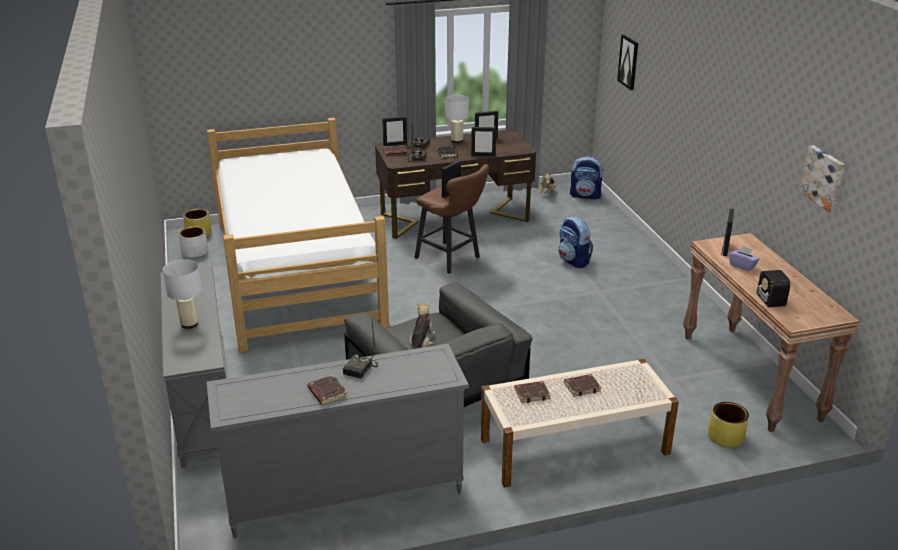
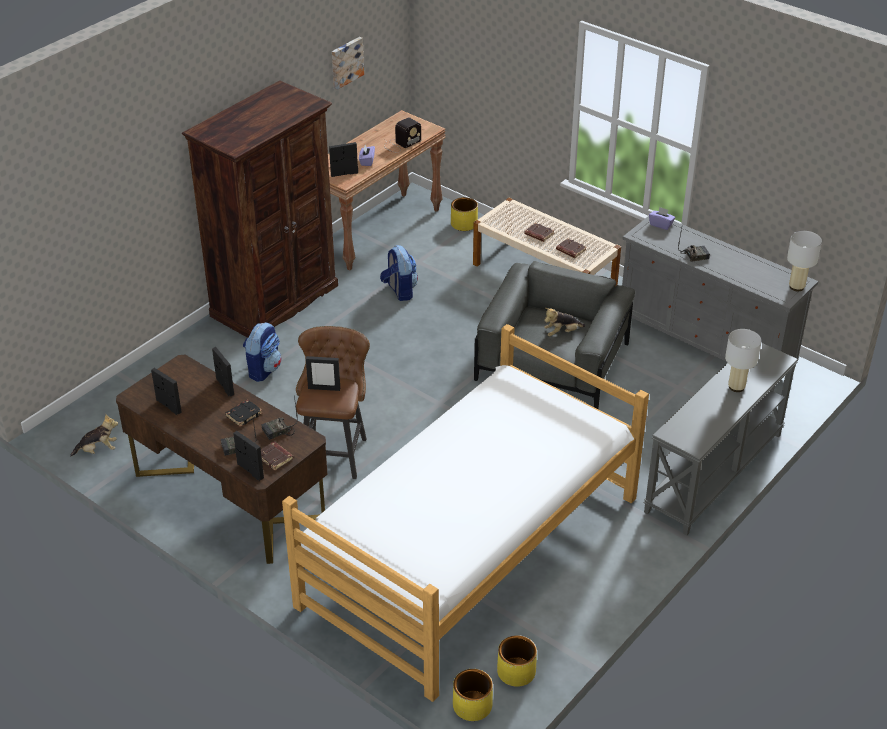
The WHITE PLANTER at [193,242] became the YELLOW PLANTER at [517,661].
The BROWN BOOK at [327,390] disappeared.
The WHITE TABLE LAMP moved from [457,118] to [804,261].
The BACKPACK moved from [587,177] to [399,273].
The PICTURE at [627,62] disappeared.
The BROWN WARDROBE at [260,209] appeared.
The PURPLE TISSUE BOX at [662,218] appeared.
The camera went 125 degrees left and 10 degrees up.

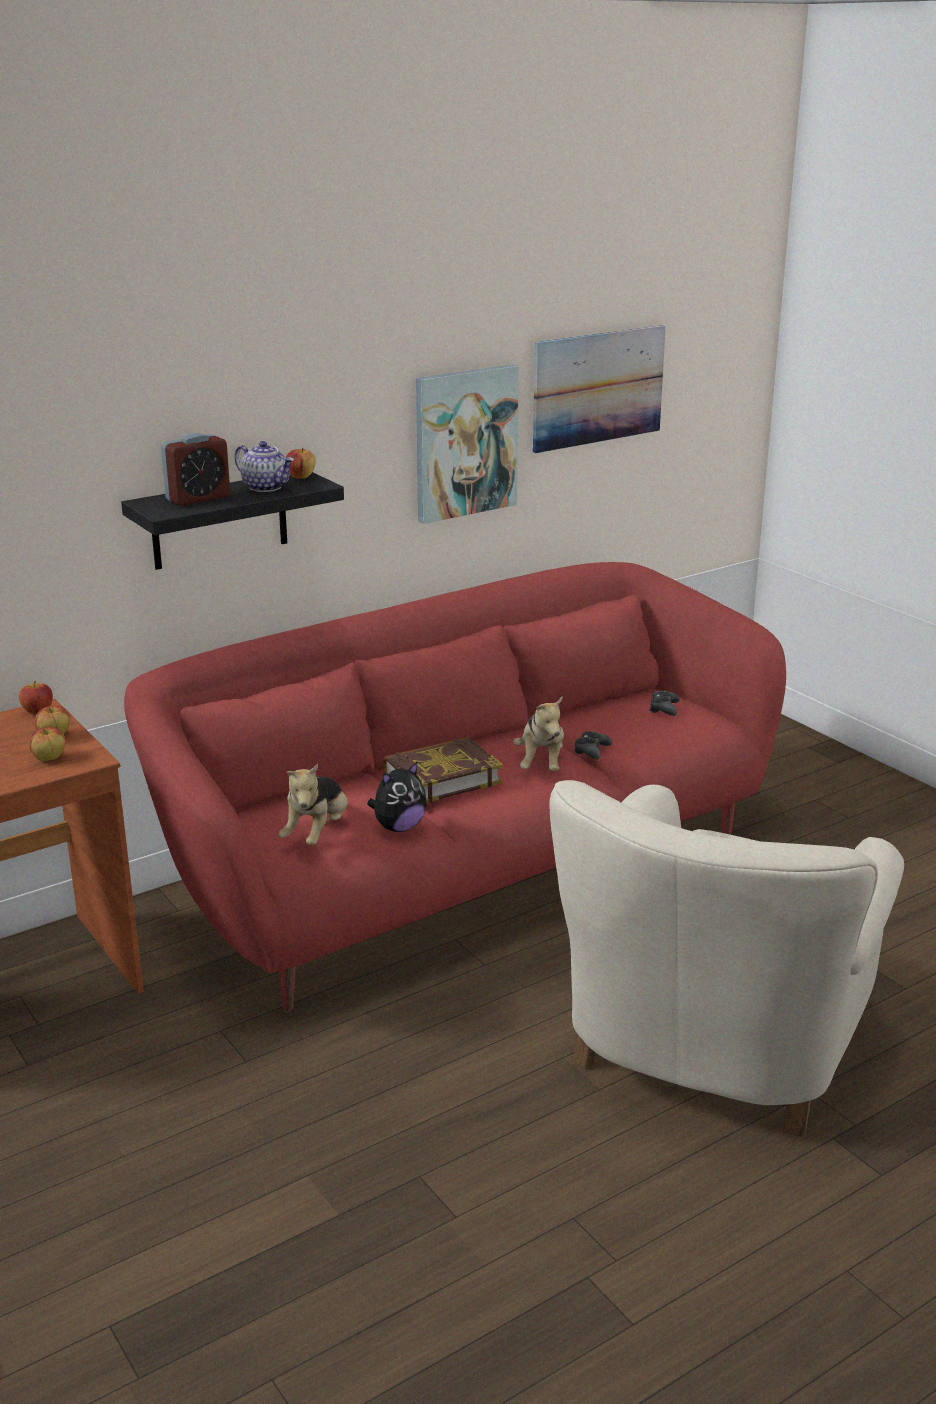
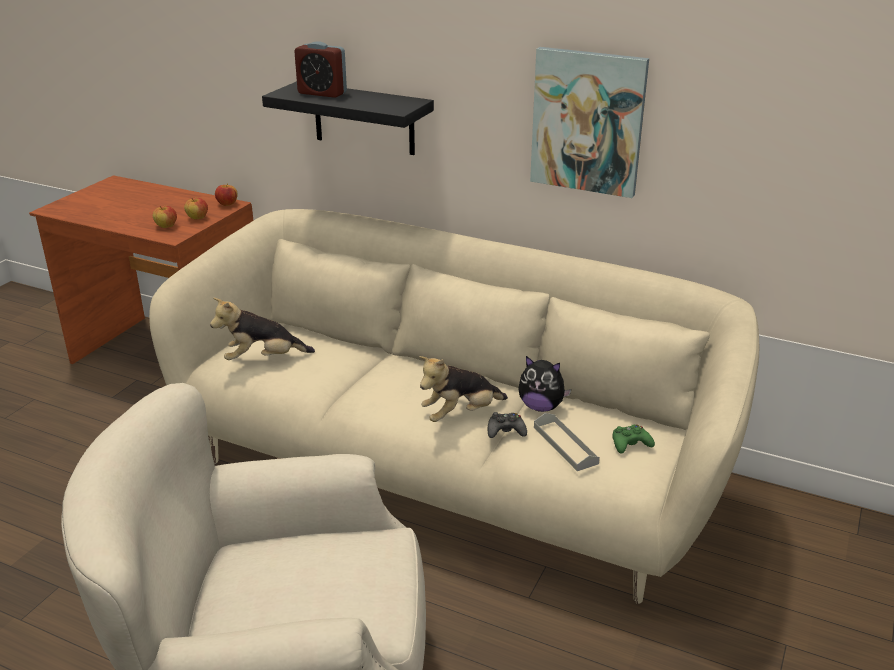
The RED SOFA at [455,787] became the BEIGE SOFA at [454,406].
The TEAPOT at [264,466] disappeared.
The APPLE at [301,463] disappeared.
The PLUSH TOY moved from [397,796] to [545,384].
The BOOK at [442,770] disappeared.
The PICTURE at [599,389] disappeared.
The BLACK GAME CONTROLLER at [664,703] became the GREEN GAME CONTROLLER at [633,438].
The GREY TRAY at [567,442] appeared.
The camera went 60 degrees right and 5 degrees up.

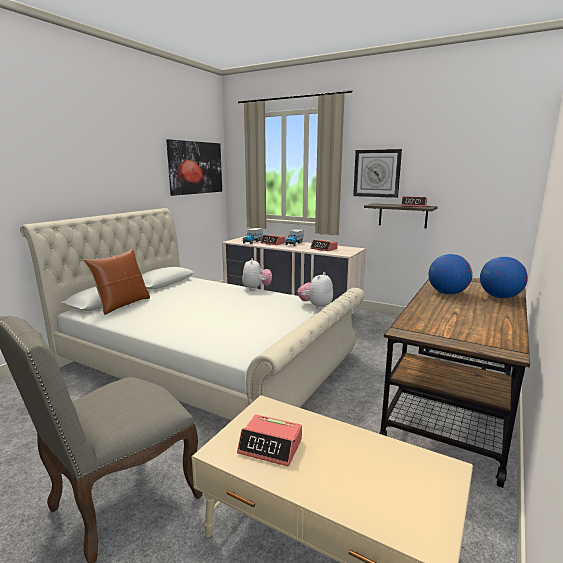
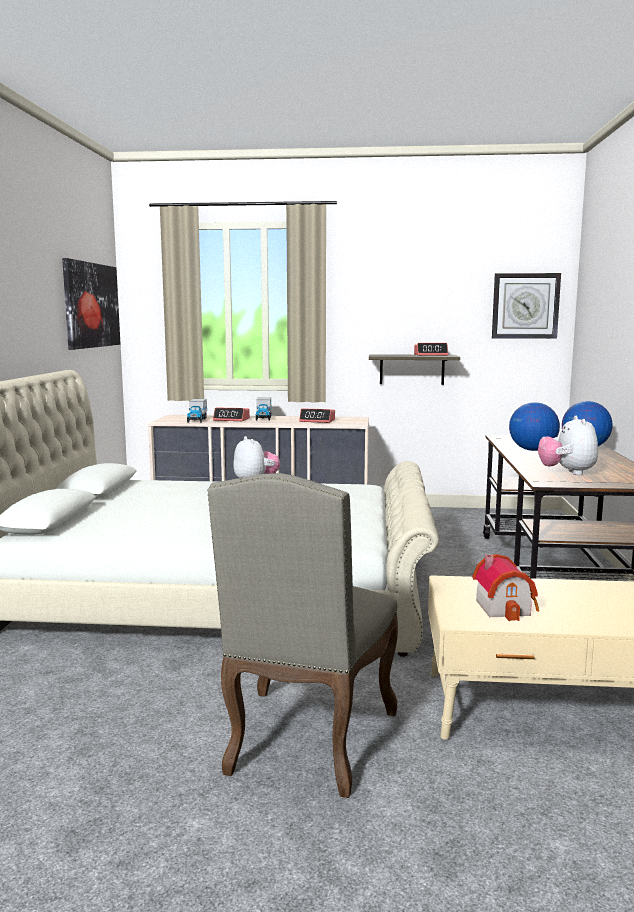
The BROWN PILLOW at [117,282] disappeared.
The ALARM CLOCK at [269,440] was replaced by the TOY HOUSE at [505,587].
The PLUSH TOY moved from [315,290] to [568,445].
The WALL CLOCK moved from [377,173] to [526,306].
The camera went 25 degrees left and 5 degrees down.

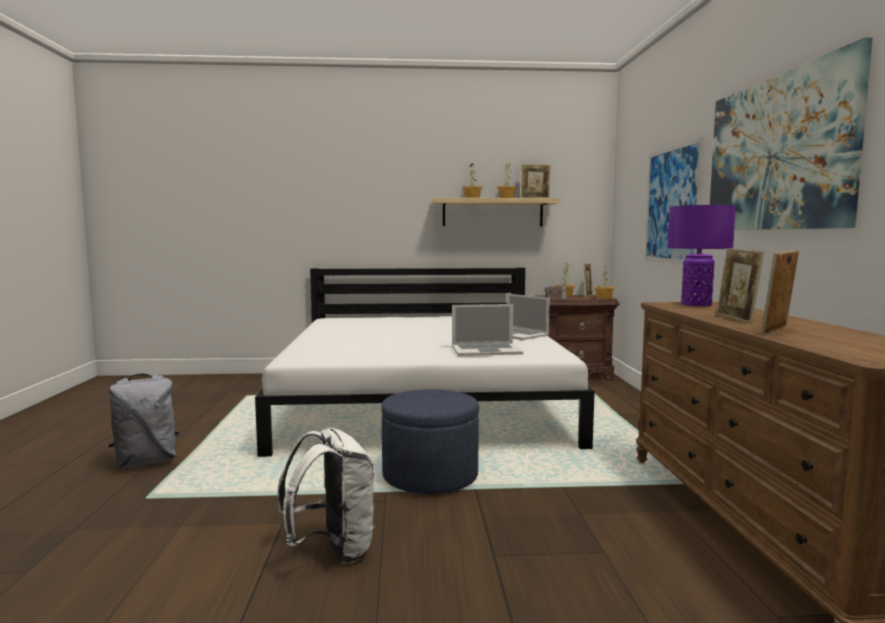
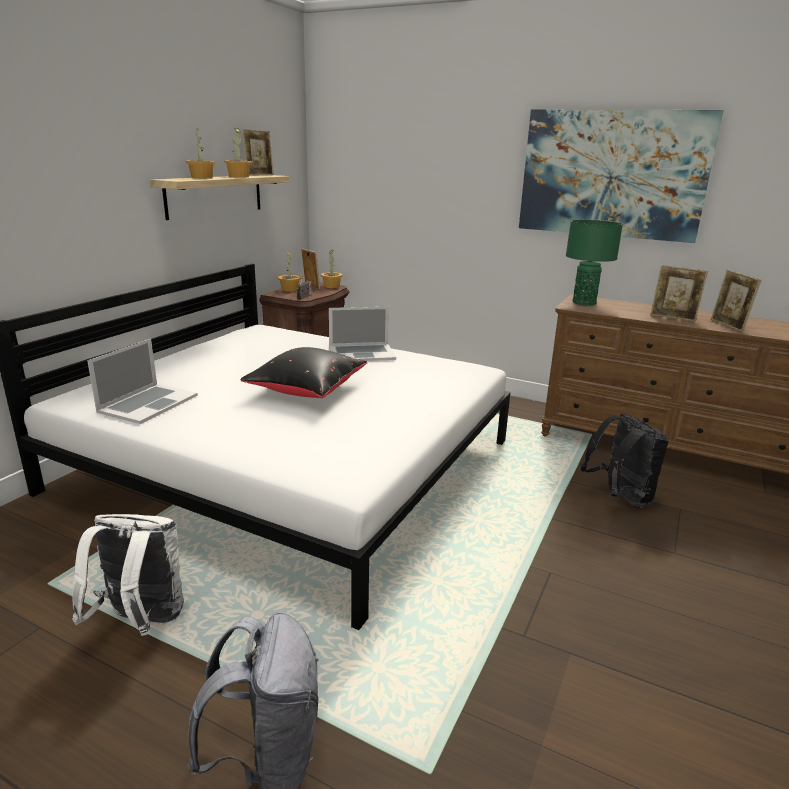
The WHITE BACKPACK moved from [326,495] to [128,575].
The BLUE OTTOMAN at [430,441] disappeared.
The LAPTOP moved from [487,330] to [142,381].
The PICTURE at [674,200] disappeared.
The PURPLE TABLE LAMP at [701,255] became the GREEN TABLE LAMP at [594,262].
The BLACK PILLOW at [304,372] appeared.
The BLACK BACKPACK at [625,460] appeared.
The camera went 60 degrees left and 15 degrees up.

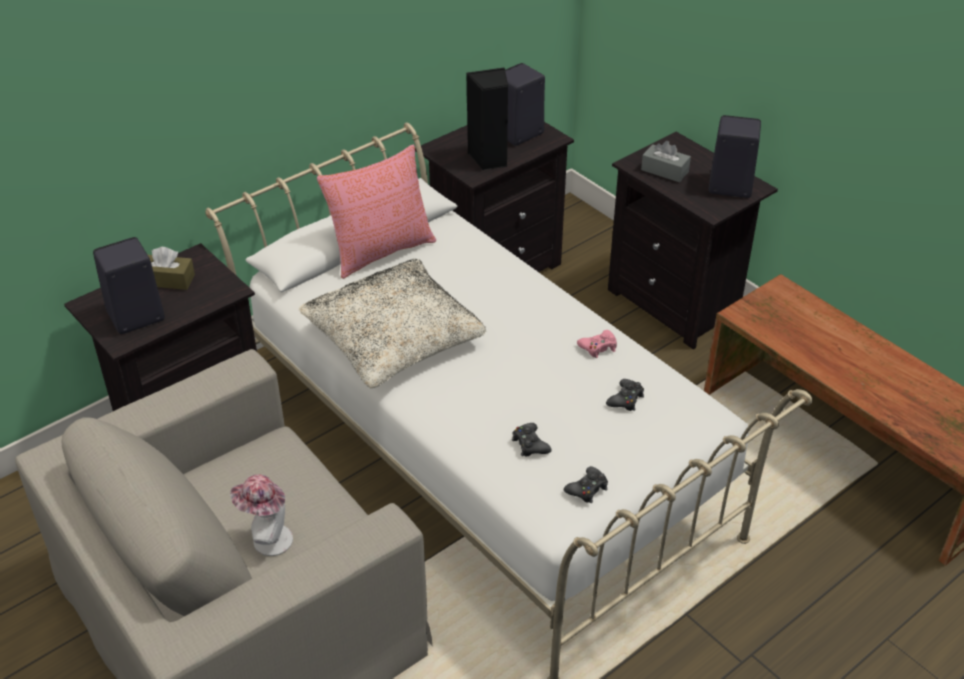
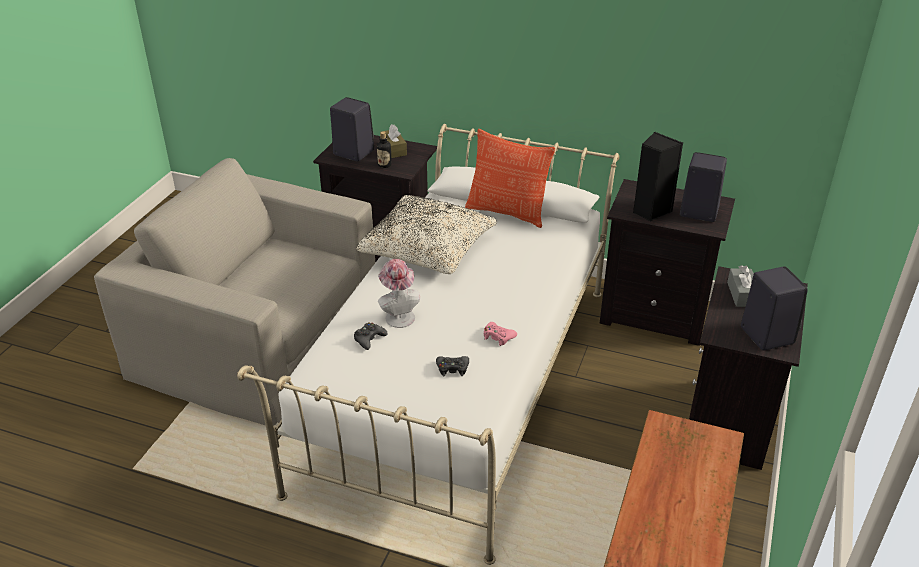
The HAT moved from [261,515] to [399,293].
The PINK PILLOW at [376,212] became the ORANGE PILLOW at [510,178].
The BLACK GAME CONTROLLER at [586,484] disappeared.
The BOTTLE at [384,149] appeared.
The camera went 60 degrees right and 5 degrees down.

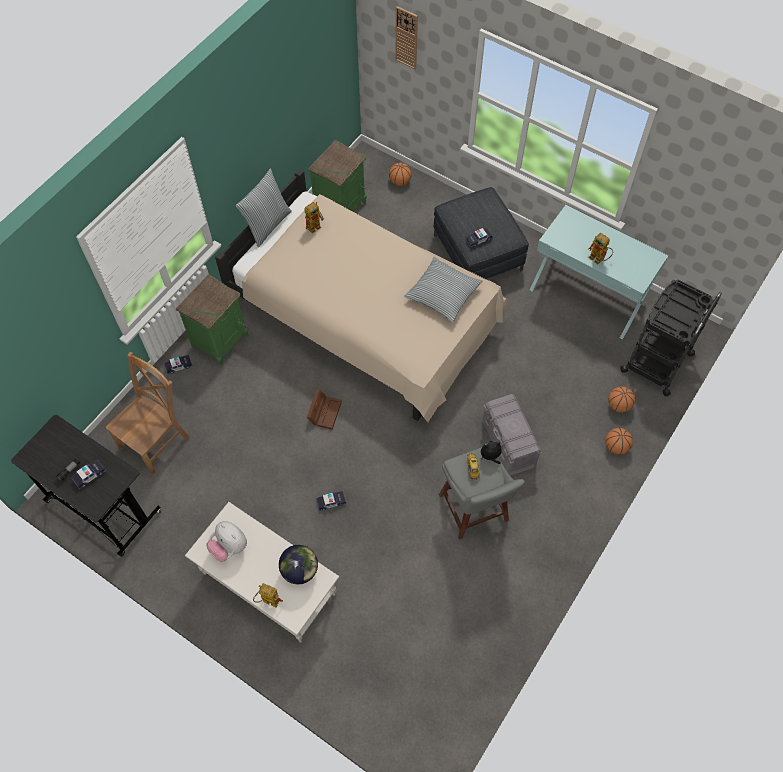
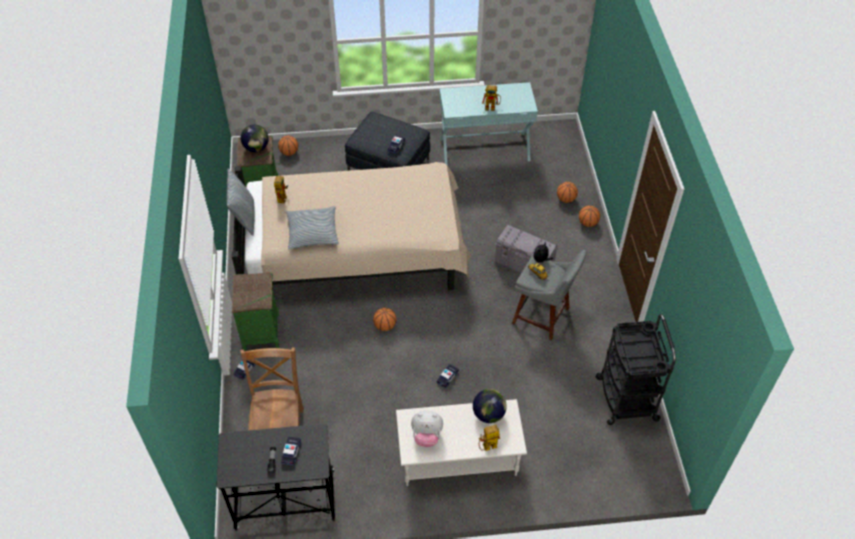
The BROWN STORAGE BOX at [324,409] was replaced by the BASKETBALL at [385,319].
The WALL CLOCK at [406,37] disappeared.
The PILLOW moved from [443,289] to [312,227].
The BLACK CART moved from [671,338] to [636,369].
The GLOBE at [254,138] appeared.
The camera went 40 degrees left and 10 degrees down.

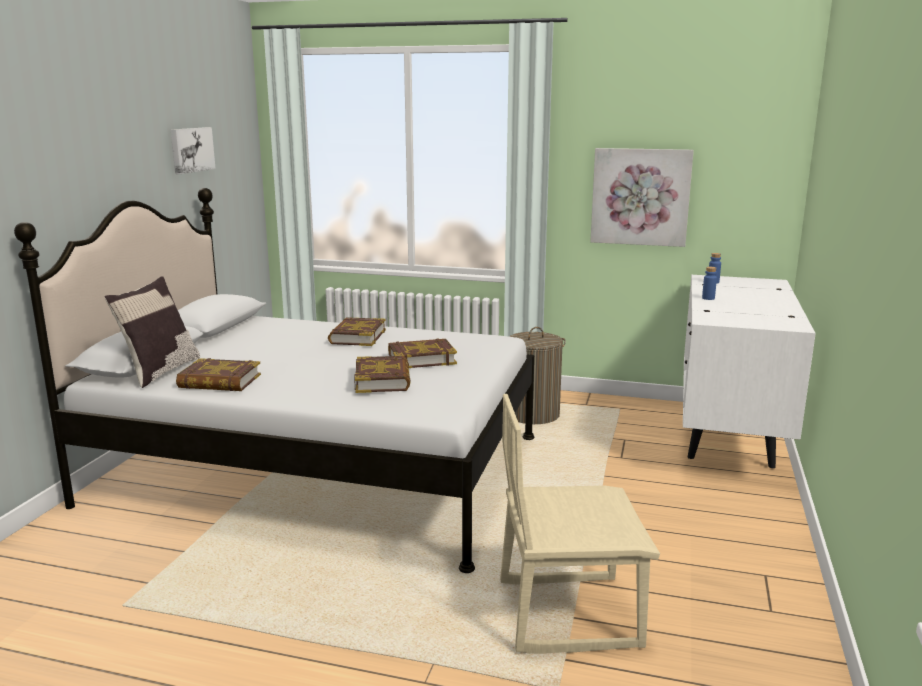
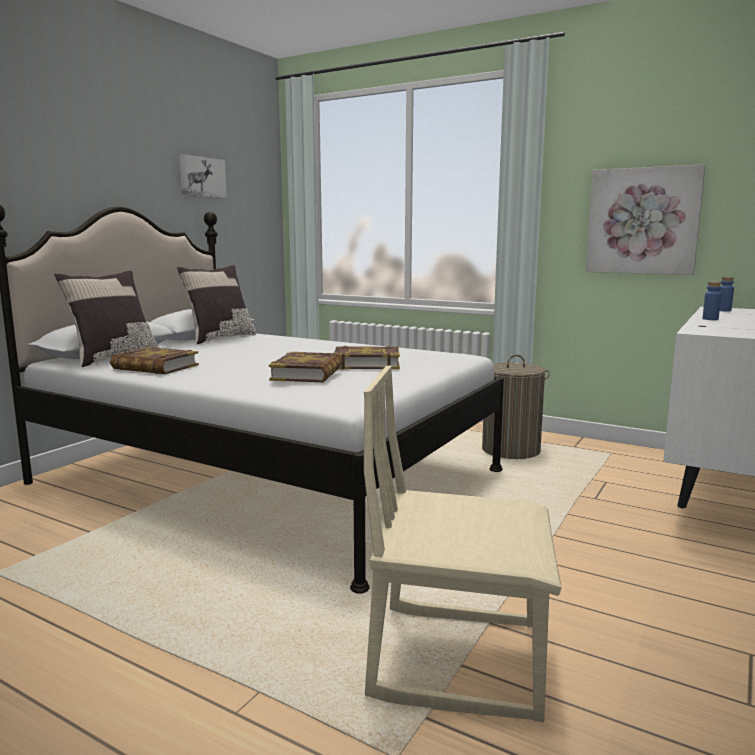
The BOOK at [357,331] disappeared.
The PILLOW at [216,304] appeared.
The camera went 15 degrees right and 5 degrees down.

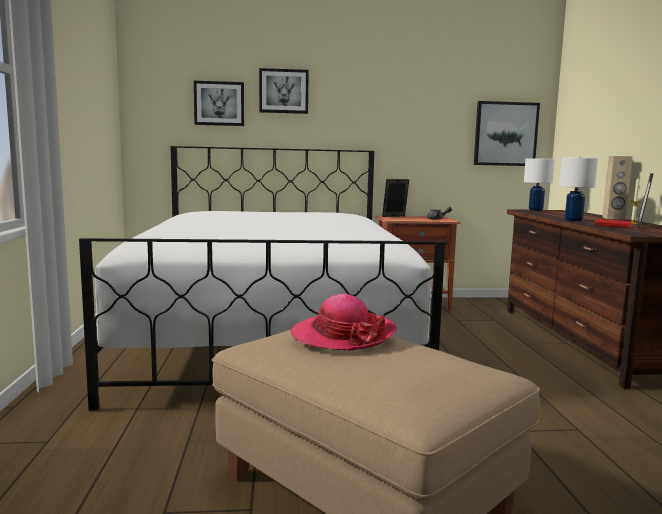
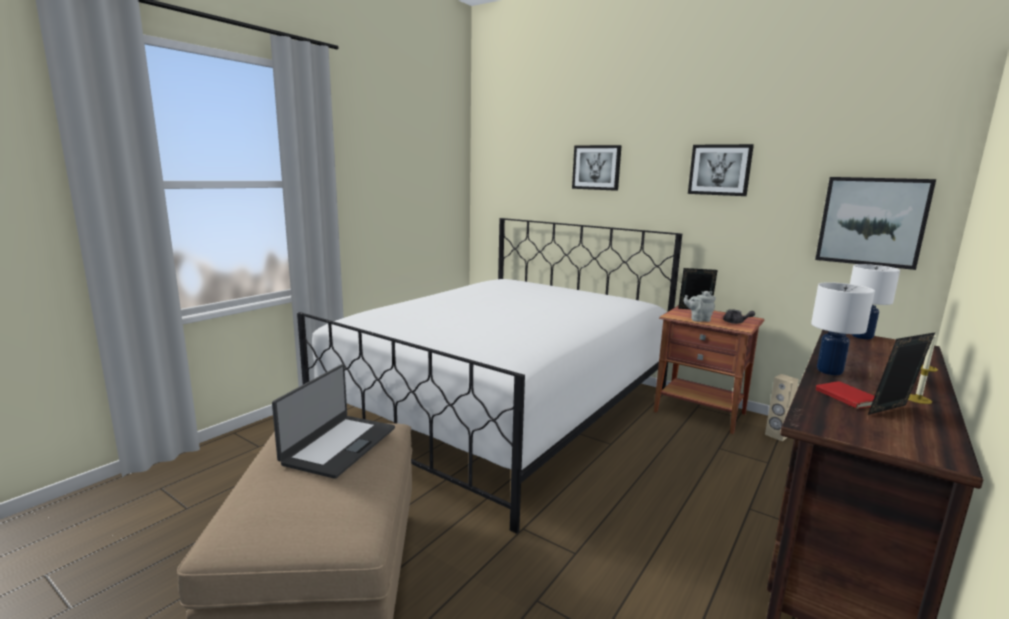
The PICTURE moved from [219,103] to [721,170].
The HAT at [343,322] was replaced by the LAPTOP at [333,421].
The BEIGE SPEAKER moved from [617,188] to [782,407].
The GREY TEAPOT at [700,306] appeared.
The camera went 40 degrees right and 5 degrees up.

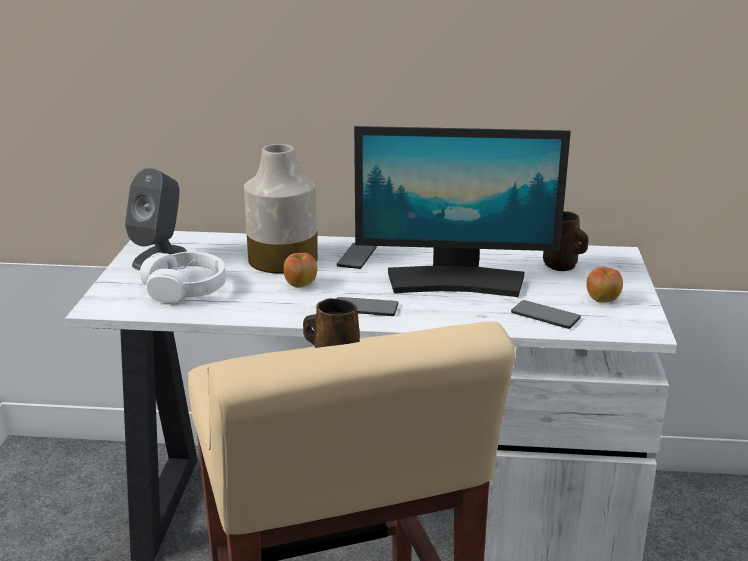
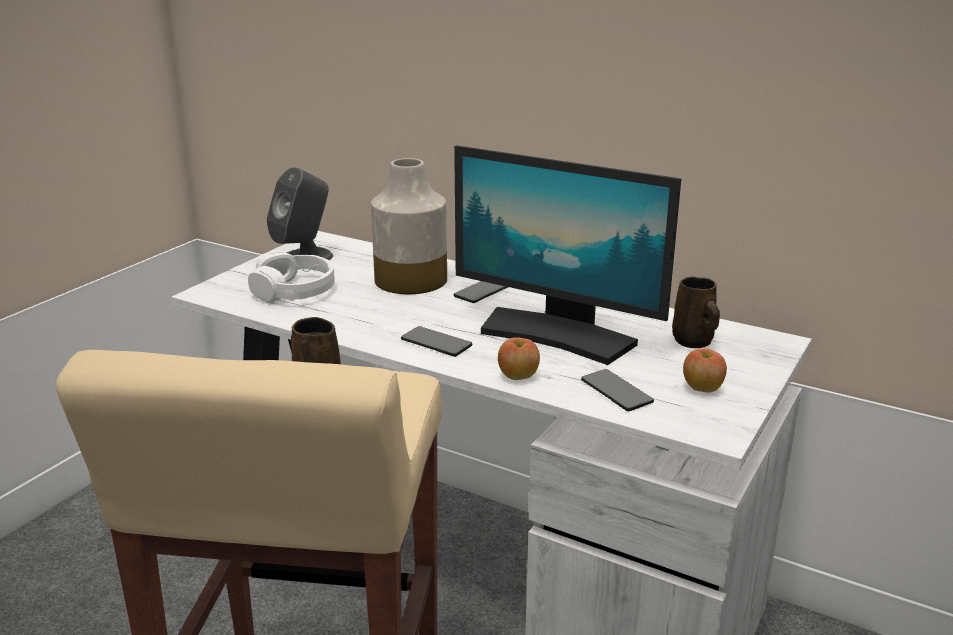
The APPLE moved from [300,270] to [519,358].
The camera went 25 degrees right and 0 degrees up.

